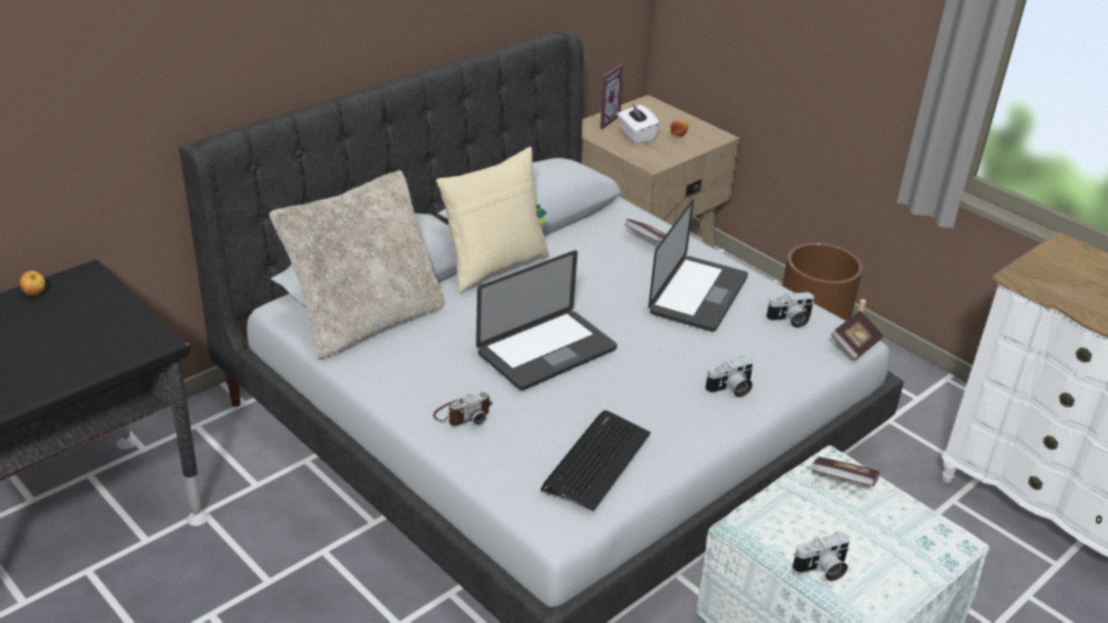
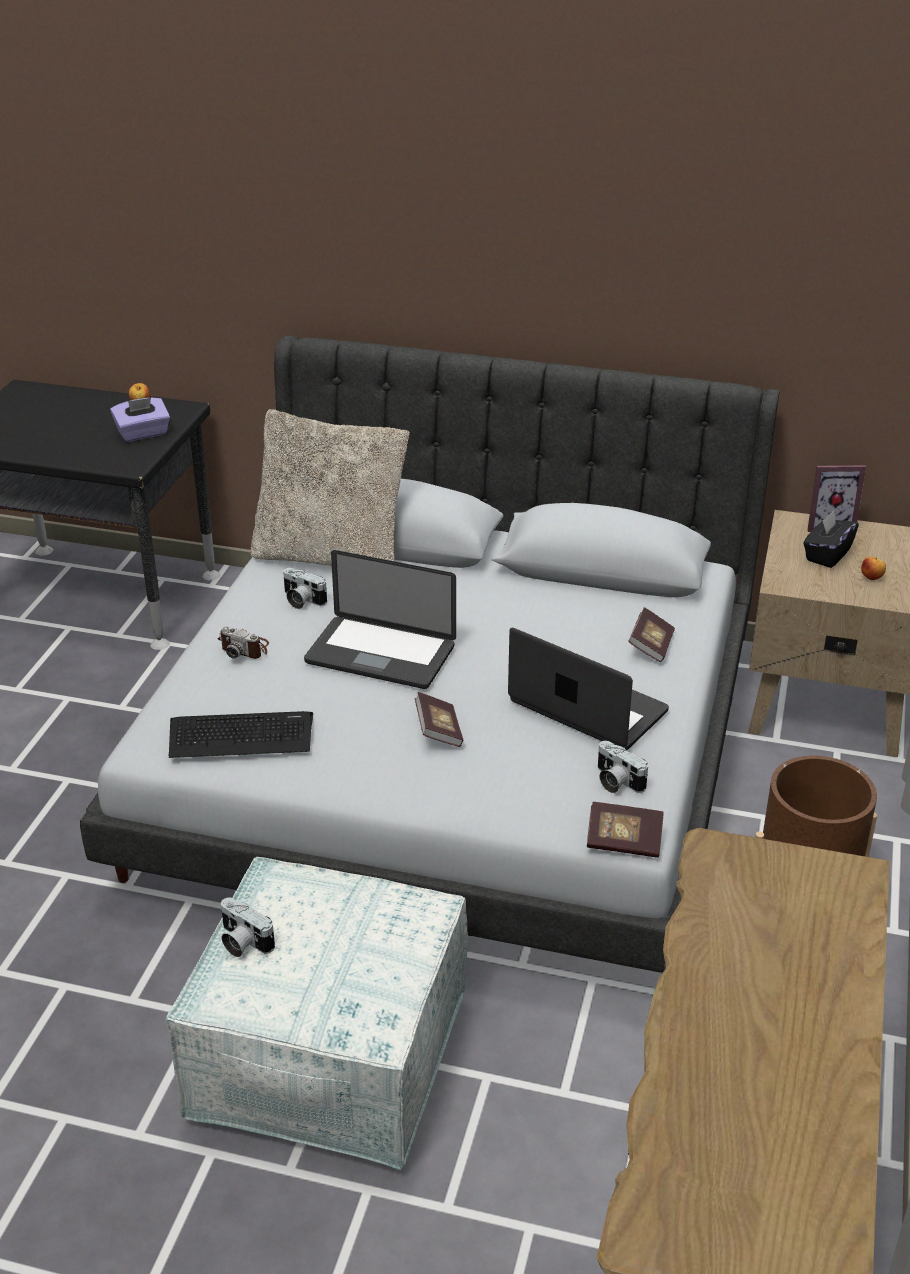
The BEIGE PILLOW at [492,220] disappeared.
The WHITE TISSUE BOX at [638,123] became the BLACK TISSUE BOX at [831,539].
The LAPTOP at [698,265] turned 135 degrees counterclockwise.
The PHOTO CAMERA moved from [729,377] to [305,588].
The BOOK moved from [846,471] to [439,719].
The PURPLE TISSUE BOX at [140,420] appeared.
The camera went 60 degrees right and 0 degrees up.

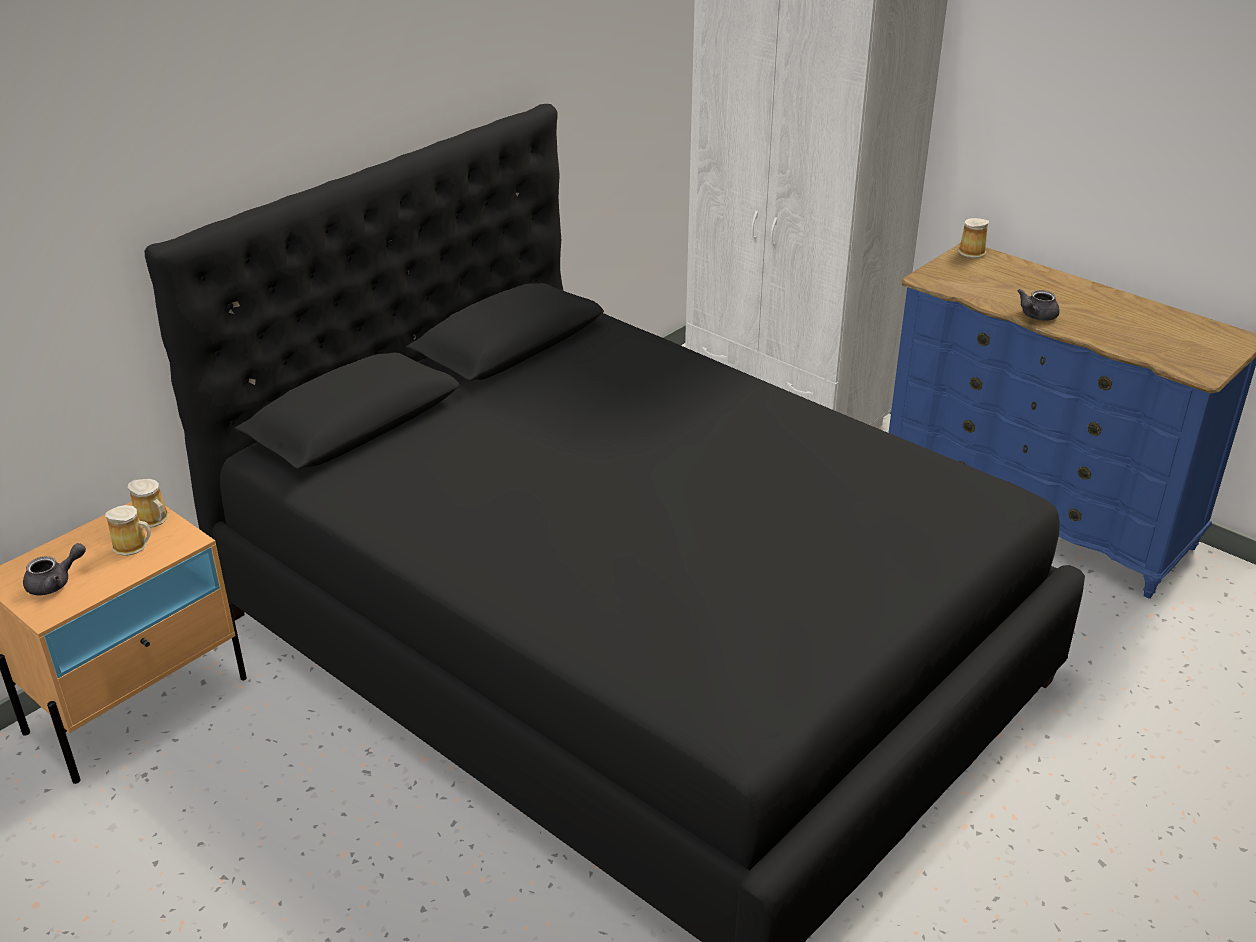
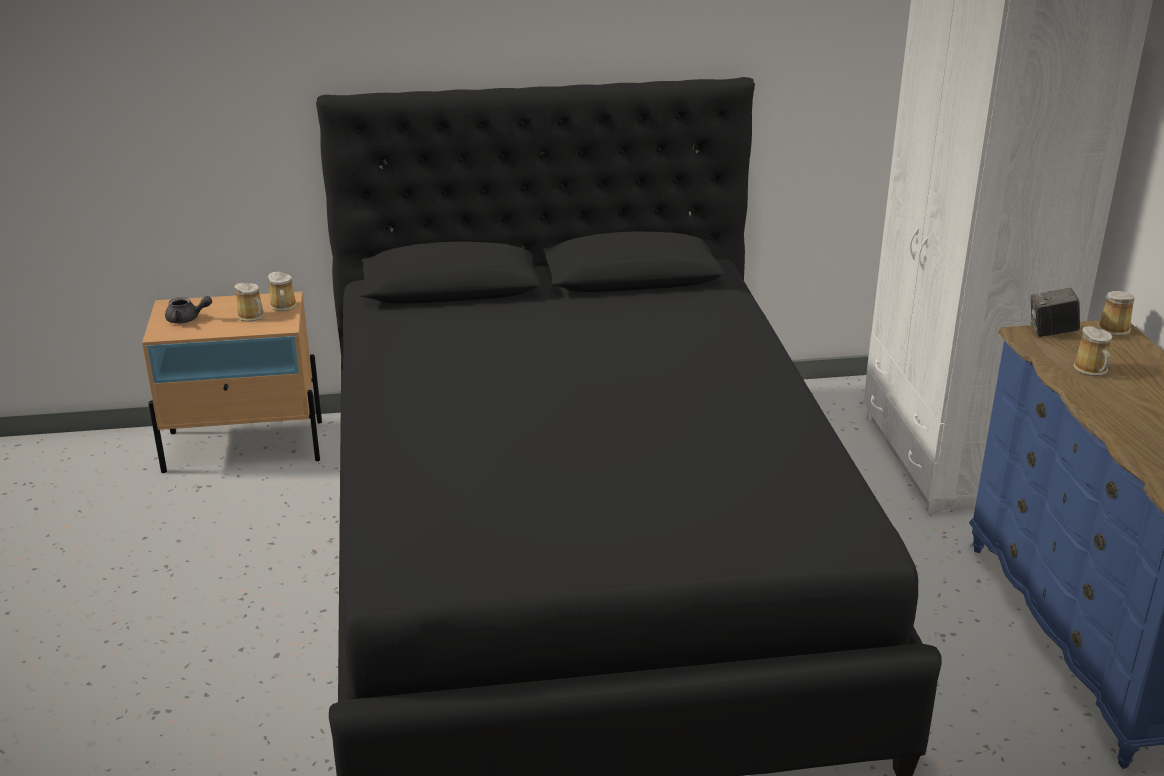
The GREY TEAPOT at [1039,305] disappeared.
The PHOTO CAMERA at [1055,312] appeared.
The MUG at [1092,351] appeared.
The camera went 40 degrees right and 5 degrees down.

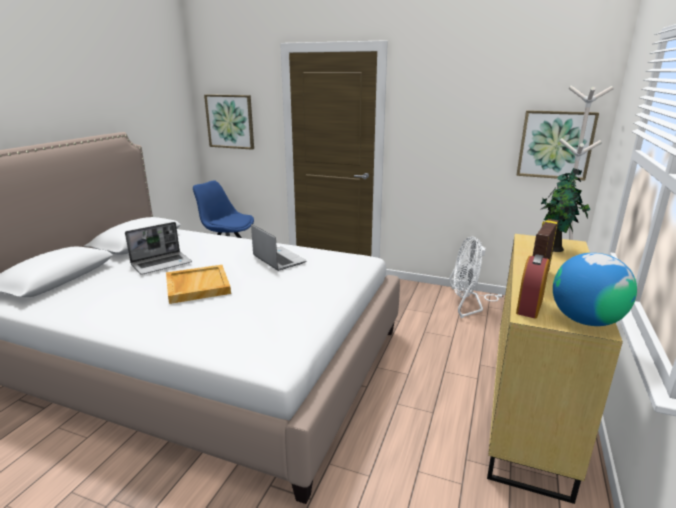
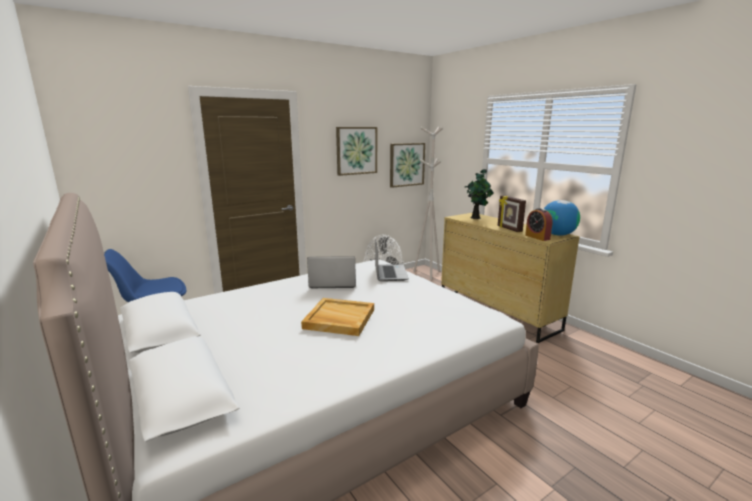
The LAPTOP moved from [158,248] to [392,260].
The PICTURE moved from [229,122] to [356,151].
The camera went 55 degrees left and 5 degrees down.

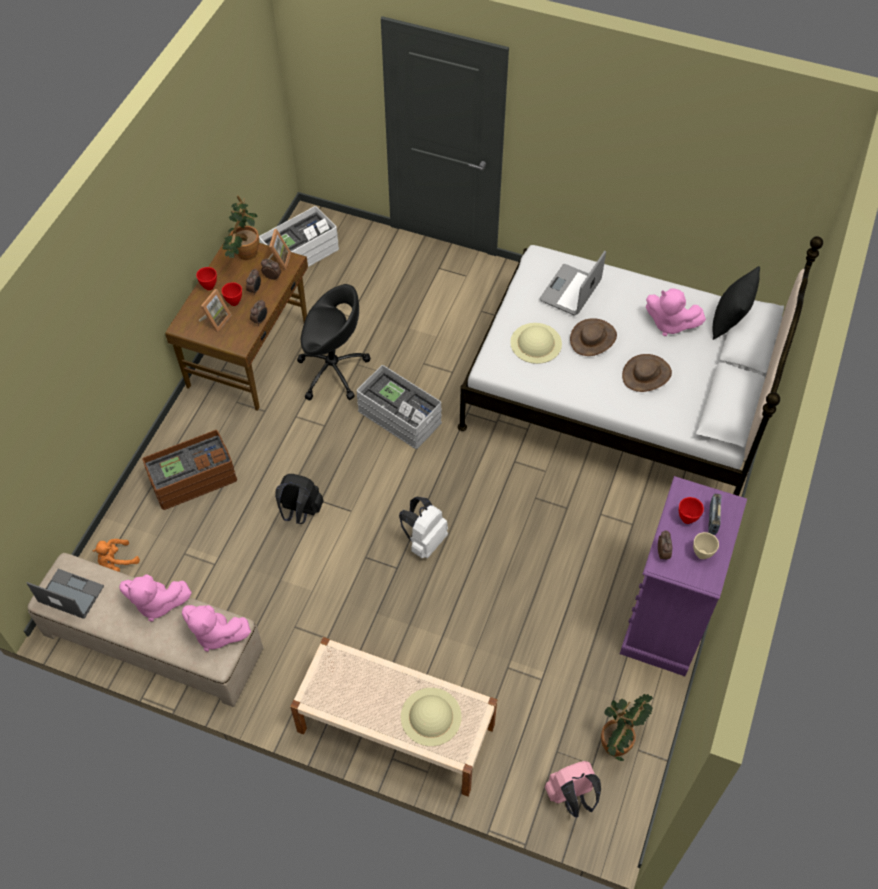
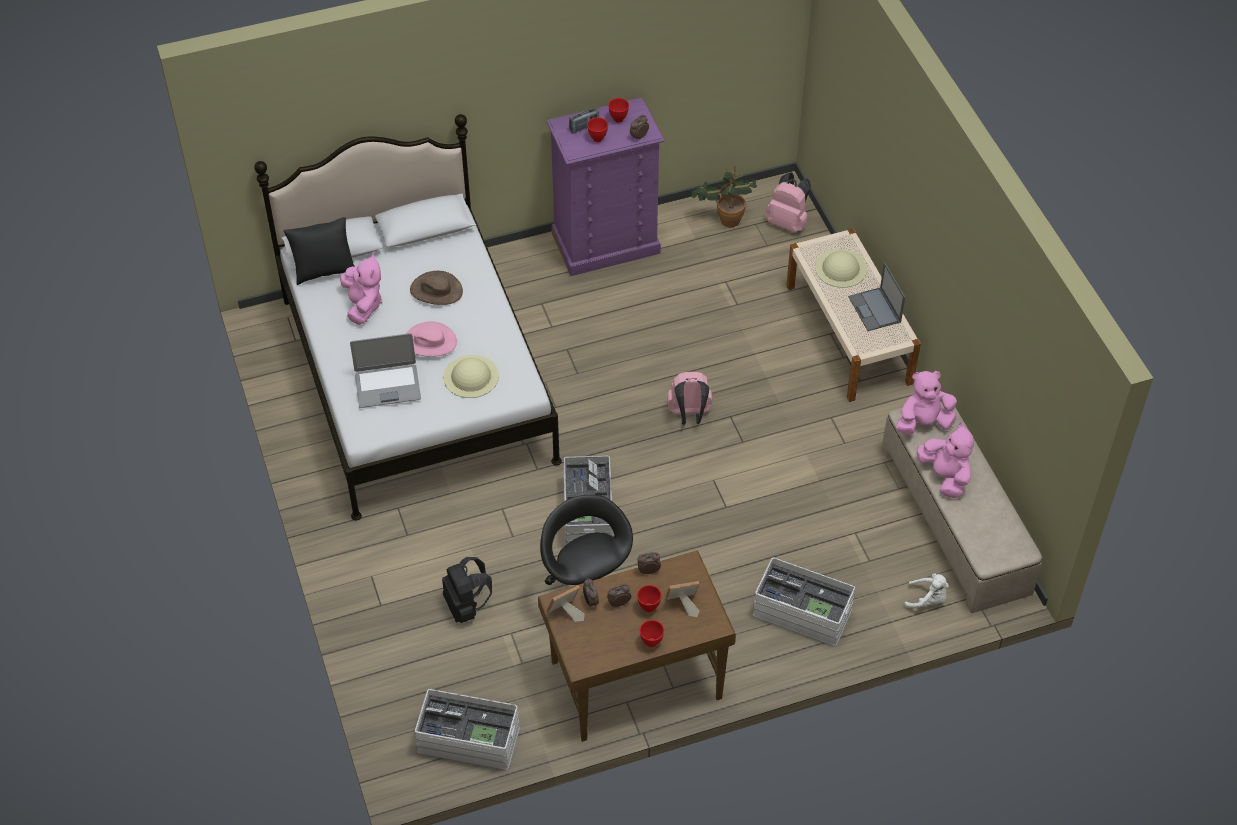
The LAPTOP moved from [65,594] to [876,297].
The ORANGE PLUSH TOY at [116,555] became the WHITE PLUSH TOY at [926,591].
The BROWN STORAGE BOX at [189,470] became the WHITE STORAGE BOX at [804,602].
The PINK PLUSH TOY at [216,628] turned 90 degrees counterclockwise.
The POTTED PLANT at [240,227] disappeared.
The BLACK BACKPACK moved from [299,499] to [467,590].
The WHITE BACKPACK at [423,527] became the PINK BACKPACK at [689,398].
The BROWN HAT at [593,337] became the PINK HAT at [431,339].
The BEIGE BOWL at [706,545] became the RED BOWL at [618,110].
The camera went 130 degrees left and 5 degrees down.

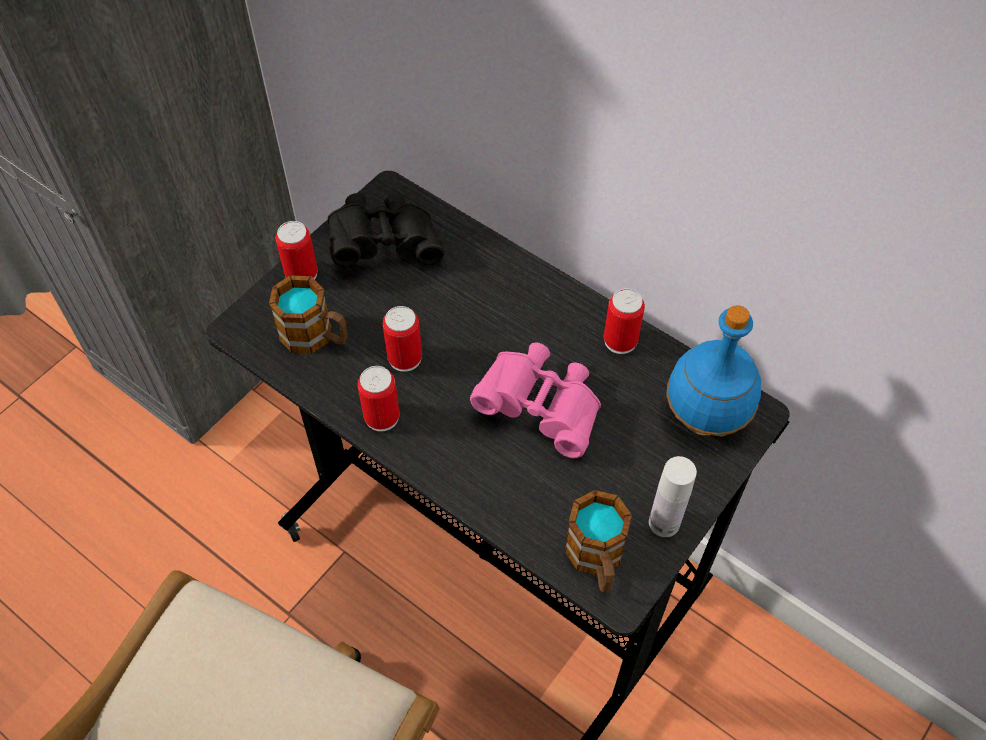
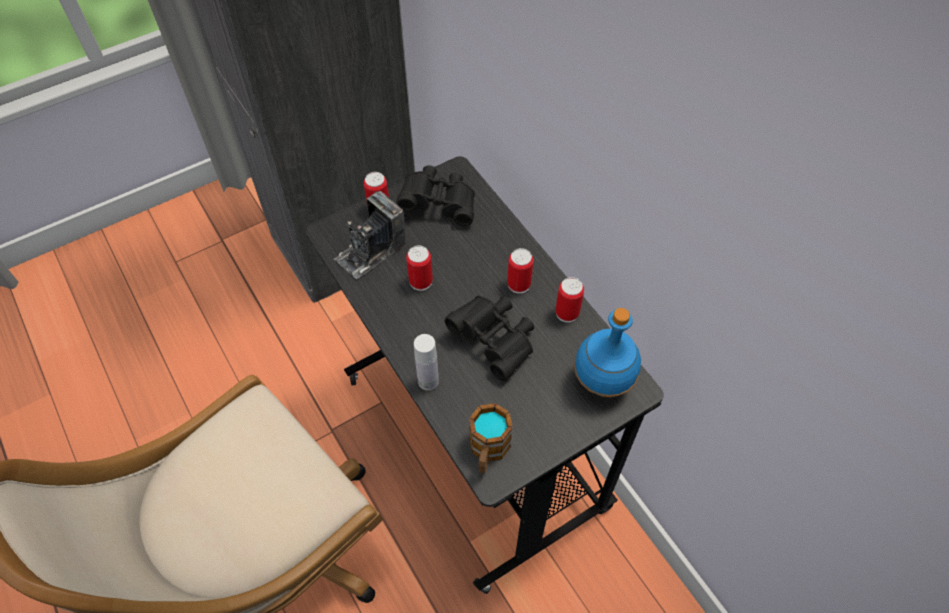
The MUG at [308,314] was replaced by the PHOTO CAMERA at [369,235].
The CAN moved from [378,399] to [520,271].
The PINK BINOCULARS at [535,400] became the BLACK BINOCULARS at [489,338].
The WHITE BOTTLE moved from [673,496] to [426,362].
The camera went 20 degrees right and 0 degrees up.

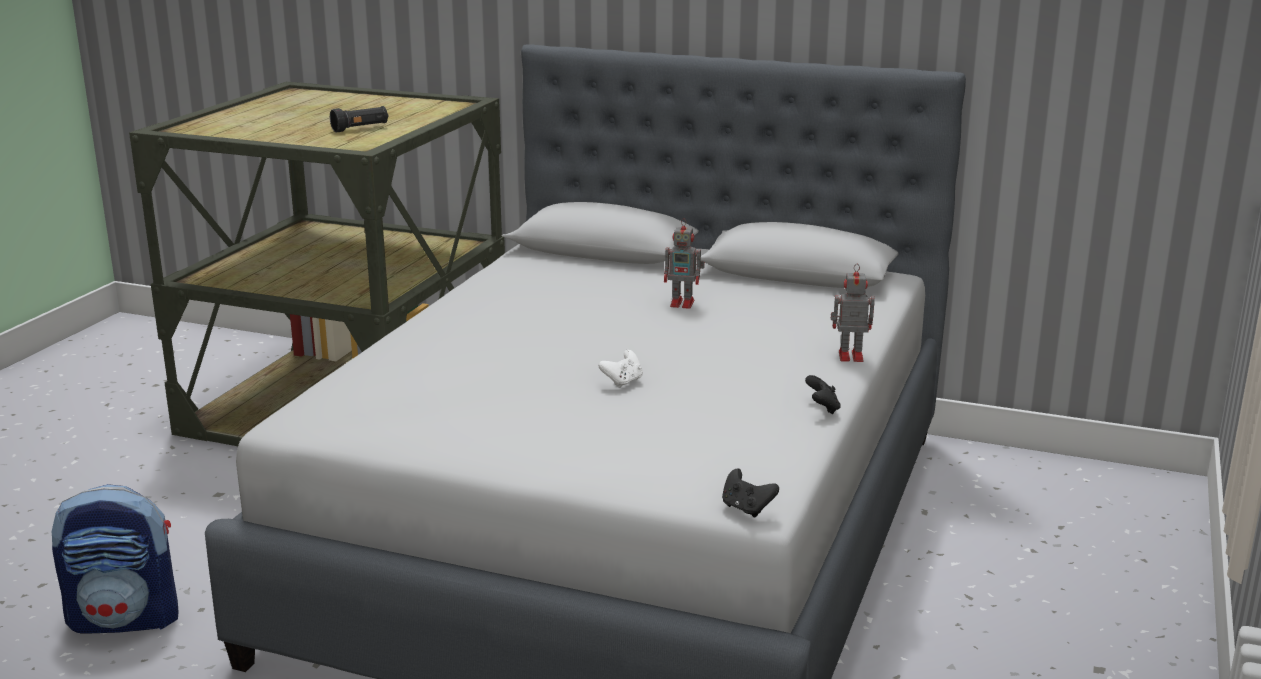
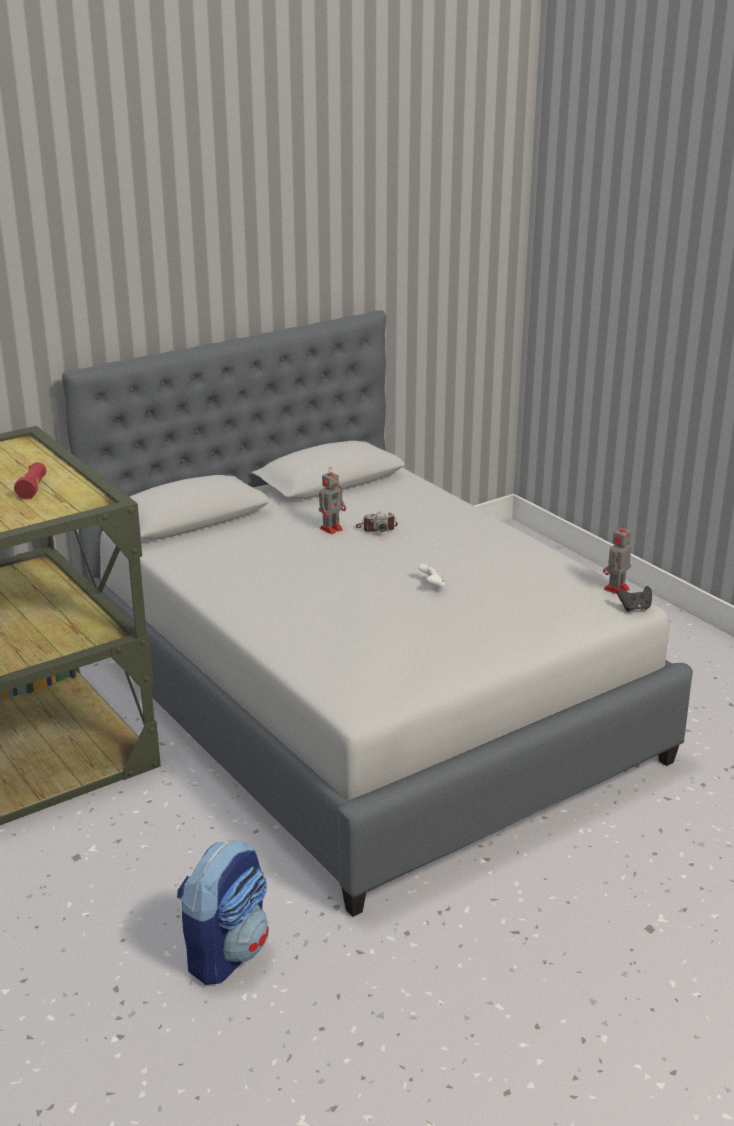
The BLACK FLASHLIGHT at [359,119] became the RED FLASHLIGHT at [30,480].
The BLACK GAME CONTROLLER at [823,394] disappeared.
The TOY ROBOT moved from [853,313] to [617,558].
The PHOTO CAMERA at [377,522] appeared.
The camera went 55 degrees left and 5 degrees up.

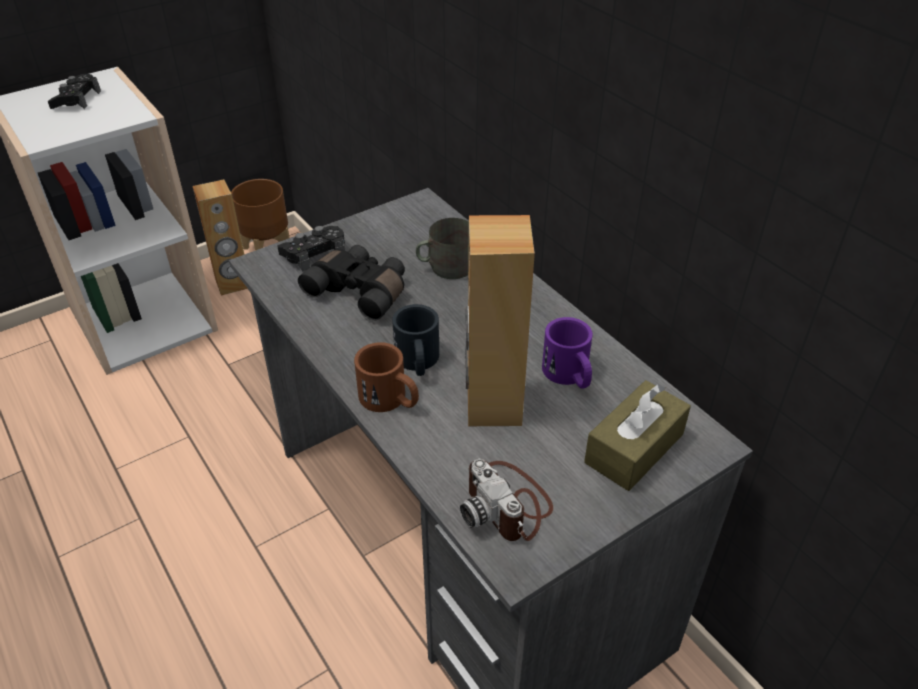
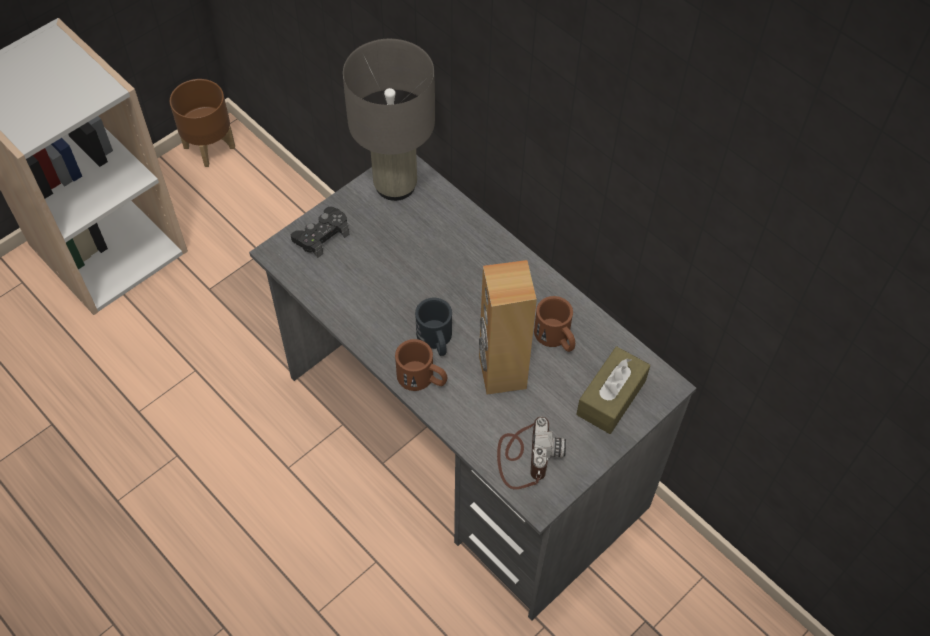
The BLACK GAME CONTROLLER at [74,91] disappeared.
The BROWN SPEAKER at [220,237] disappeared.
The BLACK BINOCULARS at [351,283] disappeared.
The GREY MUG at [442,248] disappeared.
The PHOTO CAMERA at [506,500] turned 135 degrees counterclockwise.
The PURPLE MUG at [567,353] became the BROWN MUG at [554,324].
The GREY TABLE LAMP at [389,120] appeared.
The camera went 10 degrees left and 15 degrees up.

